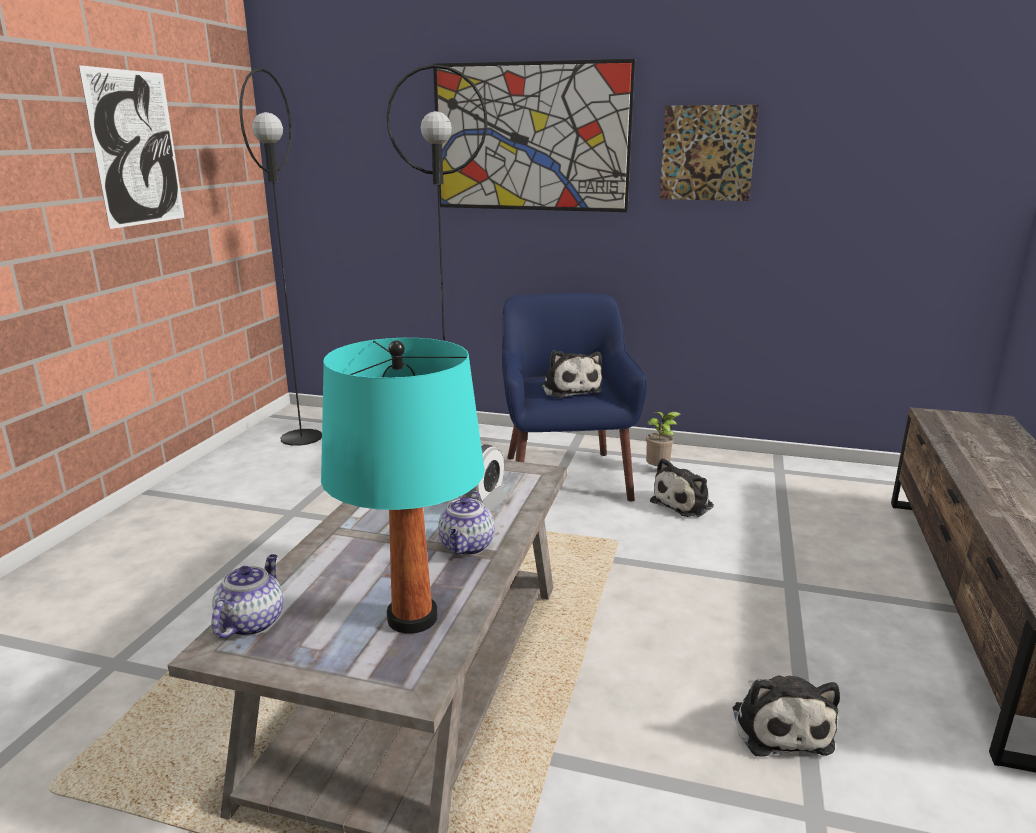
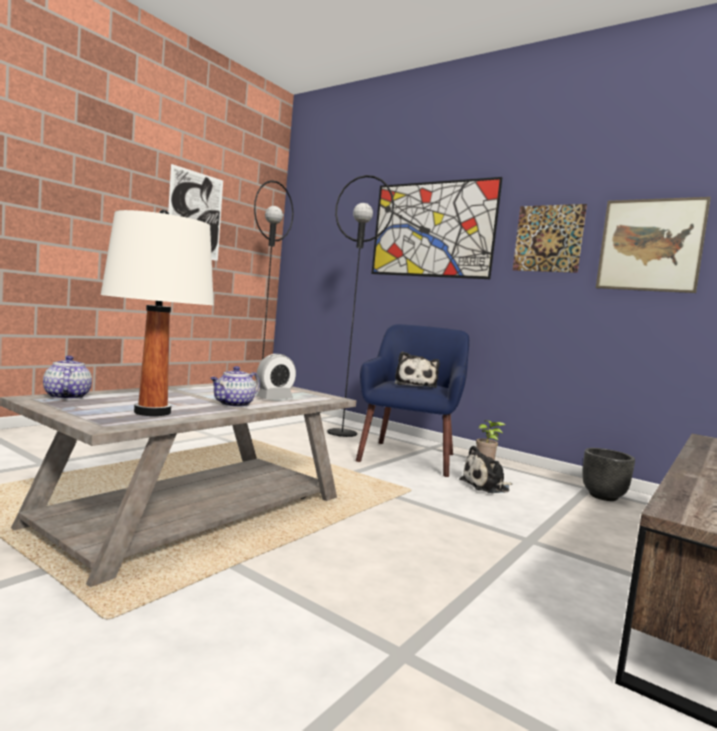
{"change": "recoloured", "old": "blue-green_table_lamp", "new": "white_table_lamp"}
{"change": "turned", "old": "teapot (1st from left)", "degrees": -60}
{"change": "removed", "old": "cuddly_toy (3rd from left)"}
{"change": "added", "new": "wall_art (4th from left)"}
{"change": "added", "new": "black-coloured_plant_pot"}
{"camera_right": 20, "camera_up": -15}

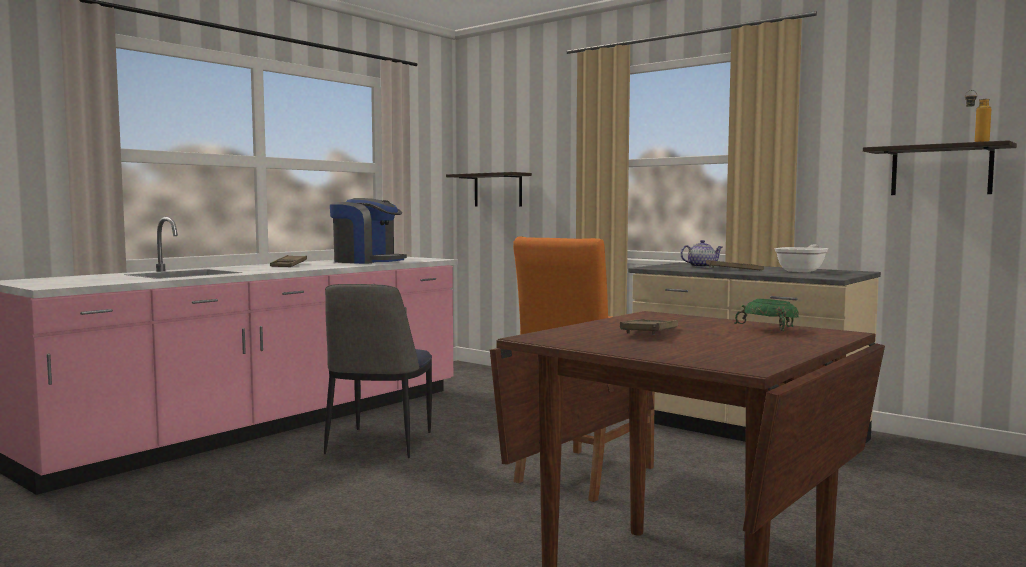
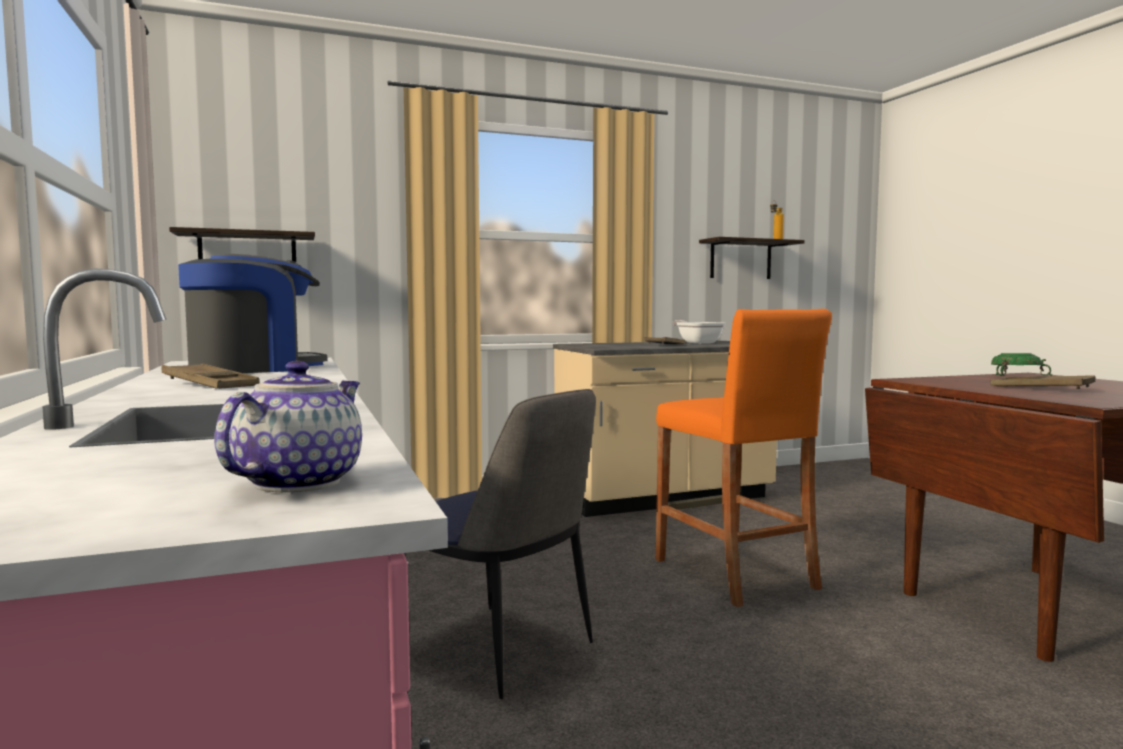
{"change": "moved", "old": "teapot"}
{"camera_right": -60, "camera_up": 0}

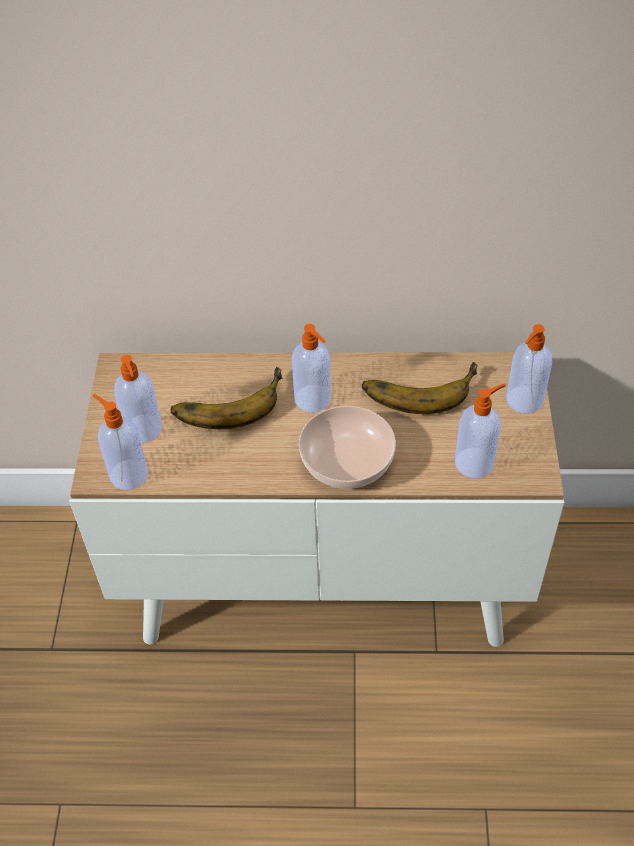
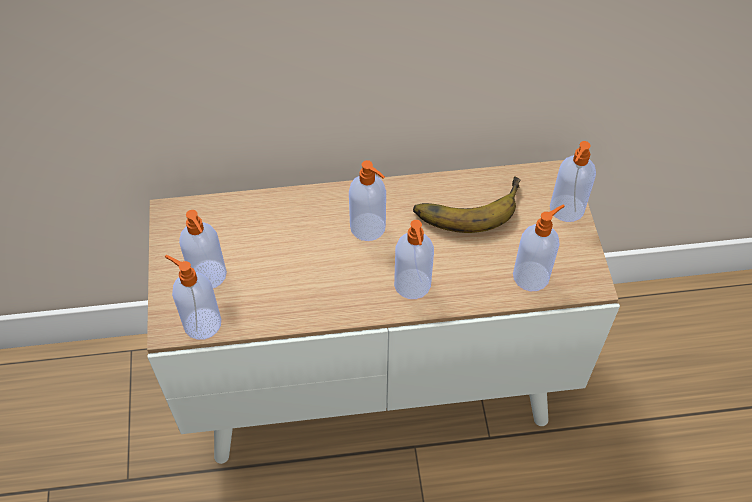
{"change": "removed", "old": "banana_fruit (1st from left)"}
{"change": "replaced", "old": "serving_bowl", "new": "soap_bottle (4th from left)"}
{"camera_right": -10, "camera_up": 5}

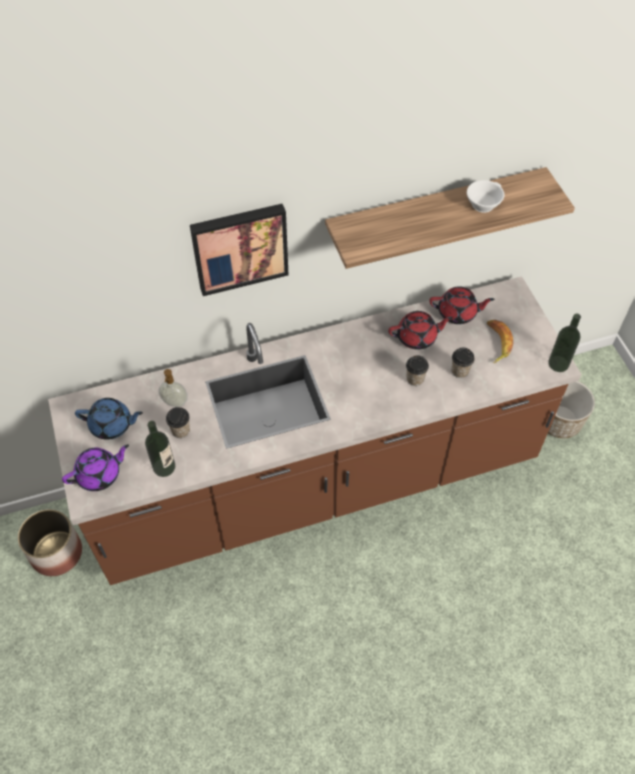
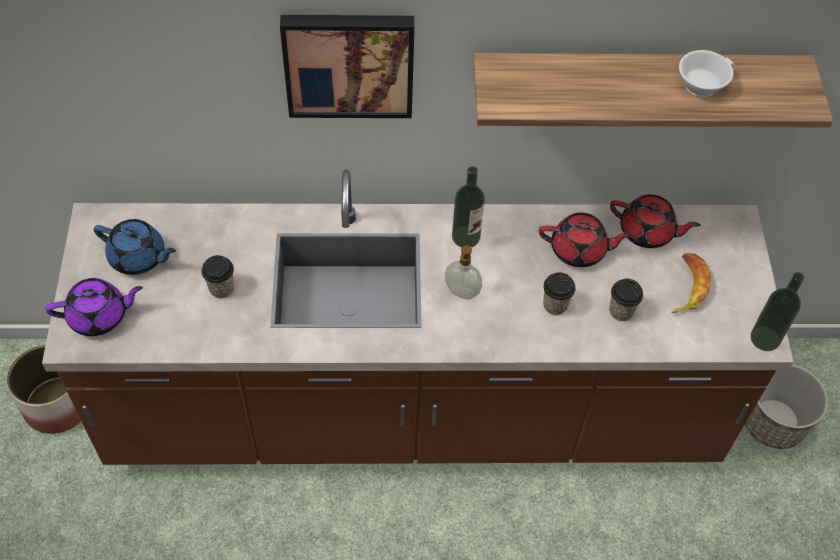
{"change": "moved", "old": "soap_bottle"}
{"change": "moved", "old": "beverage_bottle (1st from left)"}
{"camera_right": 15, "camera_up": 0}

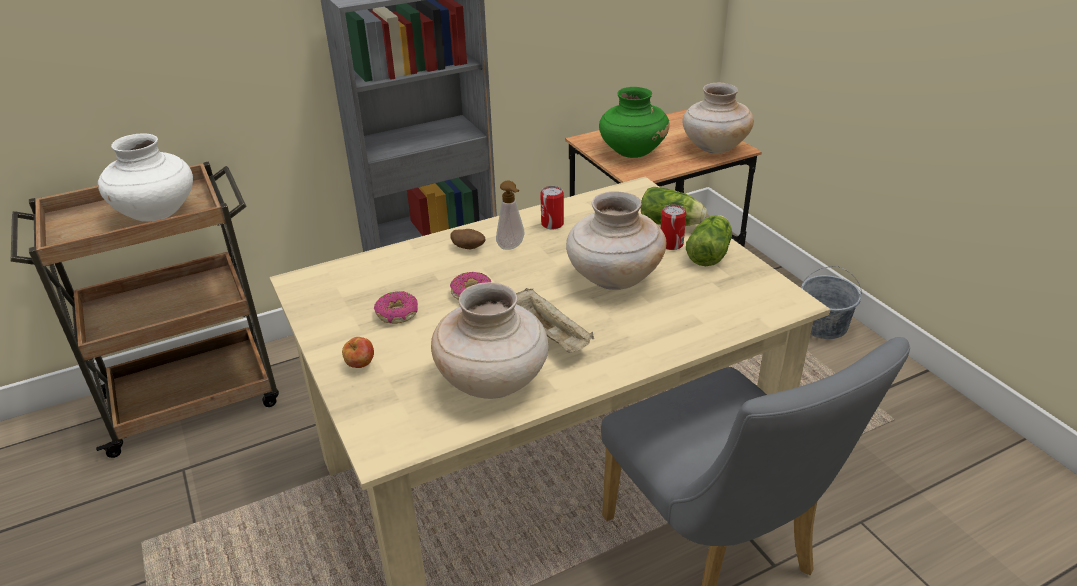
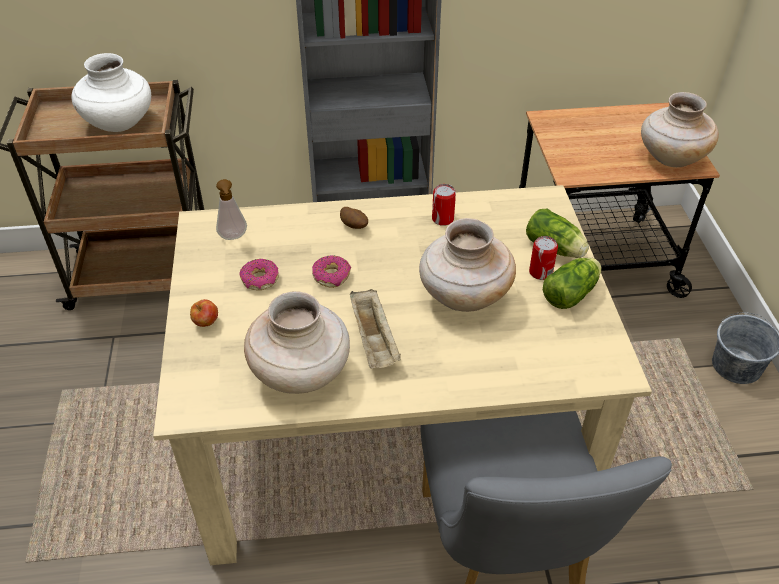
{"change": "removed", "old": "green_vase"}
{"change": "moved", "old": "soap_bottle"}
{"camera_right": 20, "camera_up": 10}

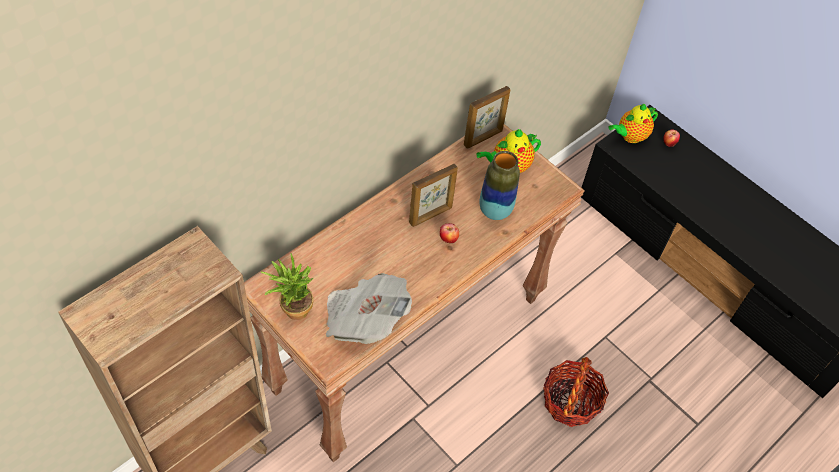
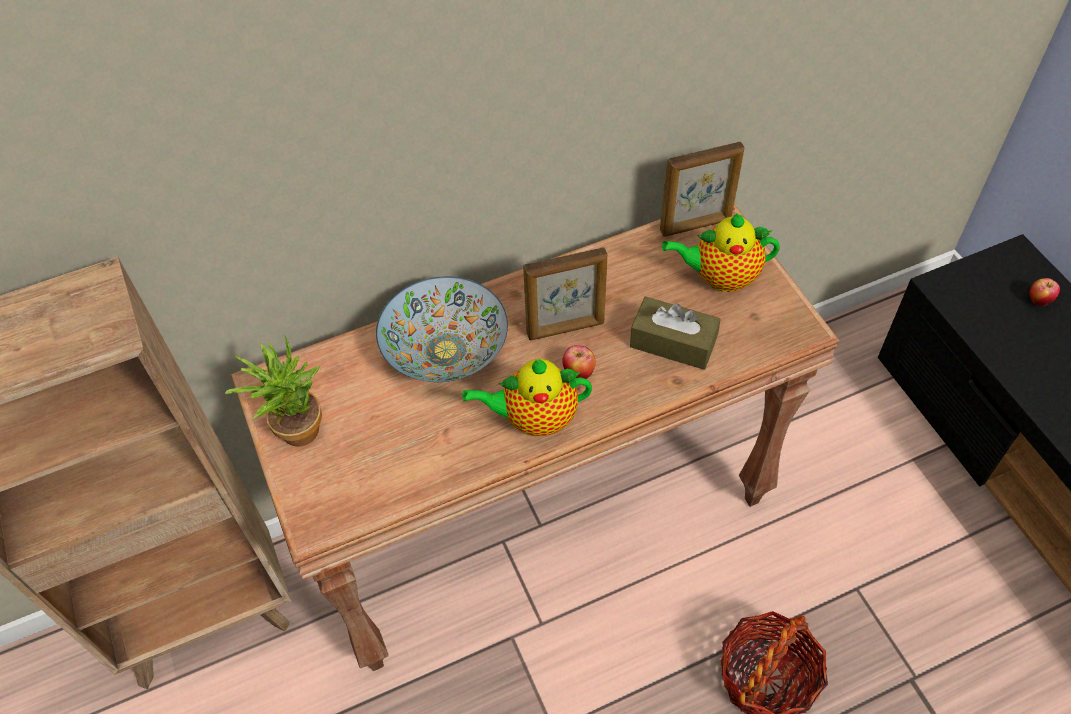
{"change": "moved", "old": "teapot (2nd from left in the first image)", "new": "teapot (1st from left)"}
{"change": "replaced", "old": "vase", "new": "brownish_tissue_box"}
{"change": "removed", "old": "printed_paper"}
{"change": "added", "new": "serving_bowl"}
{"camera_right": 25, "camera_up": 0}

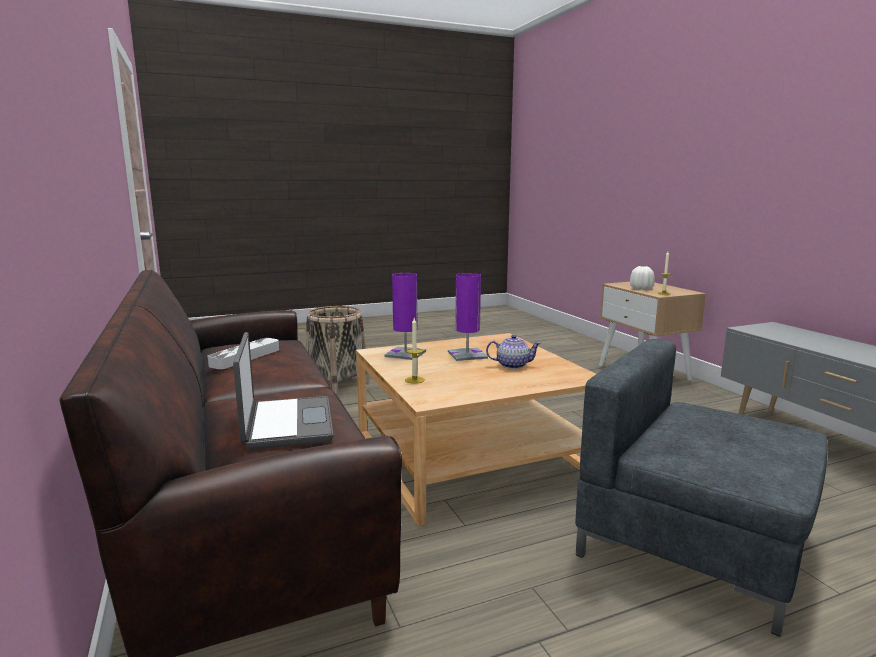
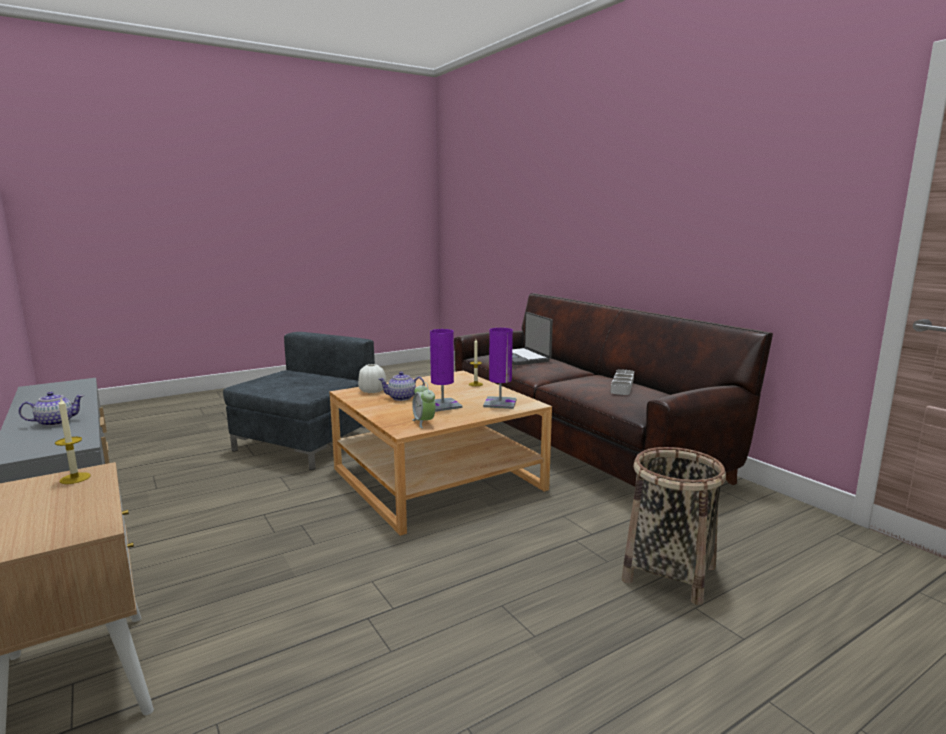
{"change": "moved", "old": "white_vase"}
{"change": "turned", "old": "grey_armchair", "degrees": -90}
{"change": "added", "new": "bedside_clock"}
{"change": "added", "new": "teapot (1st from left)"}
{"camera_right": 170, "camera_up": 0}

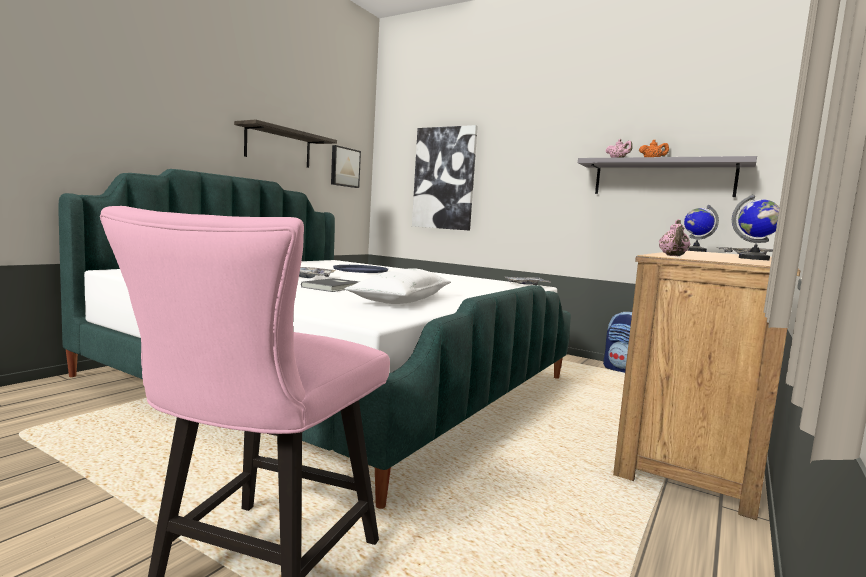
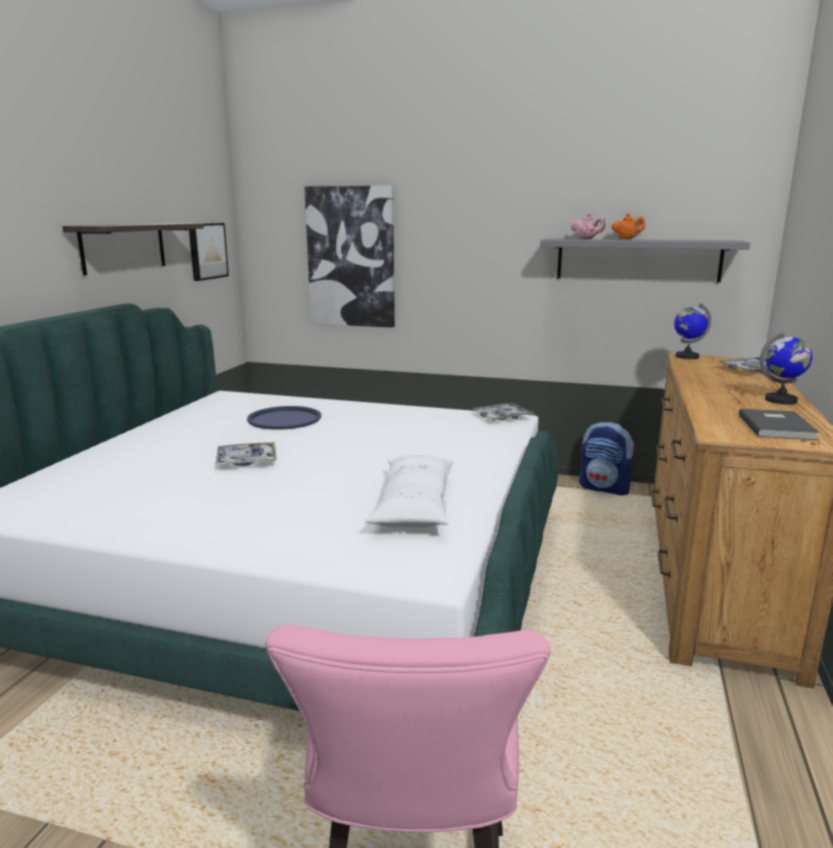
{"change": "removed", "old": "pink-coloured_teapot (2nd from left)"}
{"change": "moved", "old": "grey_bound_book"}
{"camera_right": -15, "camera_up": 10}

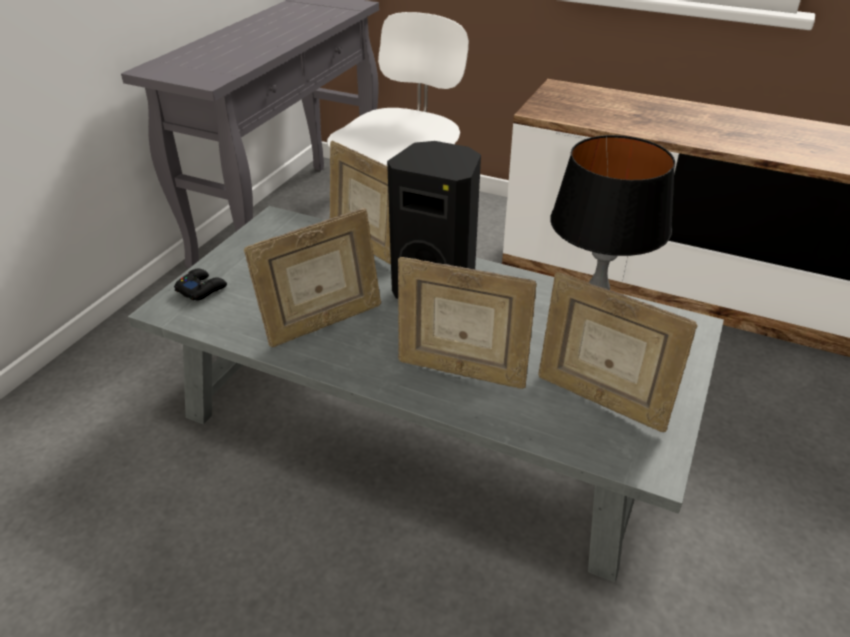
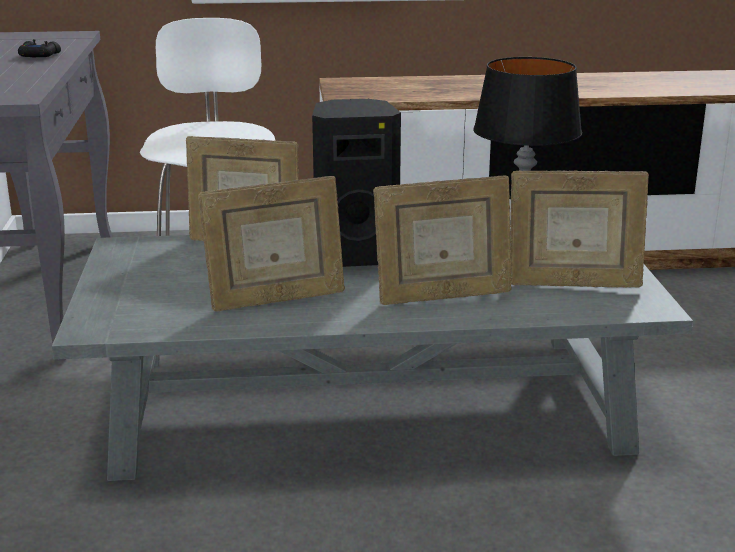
{"change": "turned", "old": "standing_frame (1st from left in the first image)", "degrees": 45}
{"change": "moved", "old": "black-coloured_joypad"}
{"camera_right": -30, "camera_up": -15}

